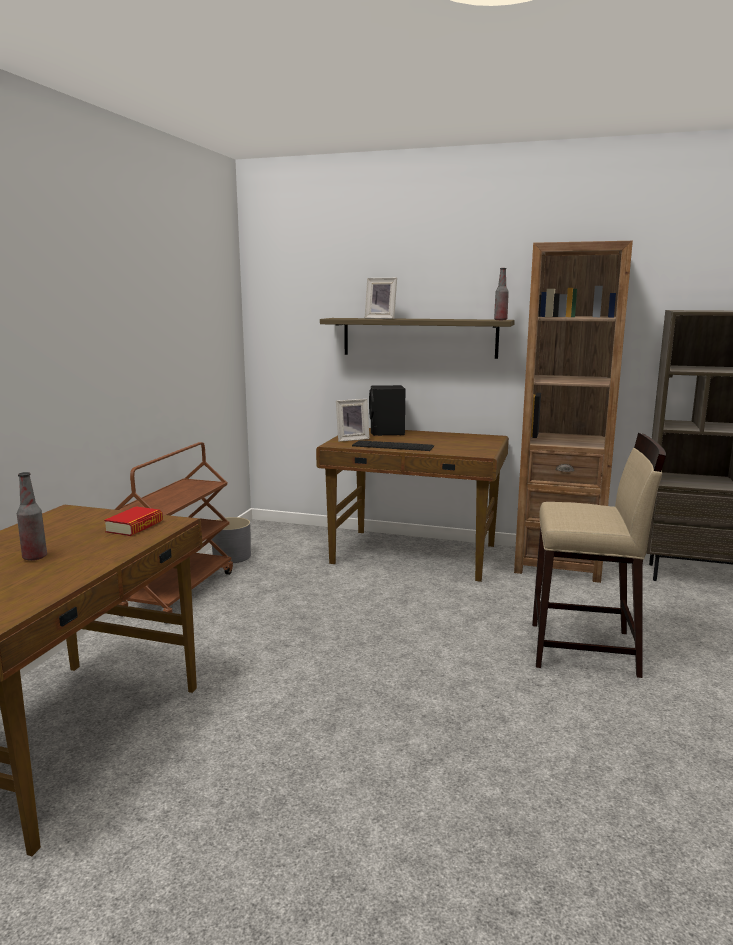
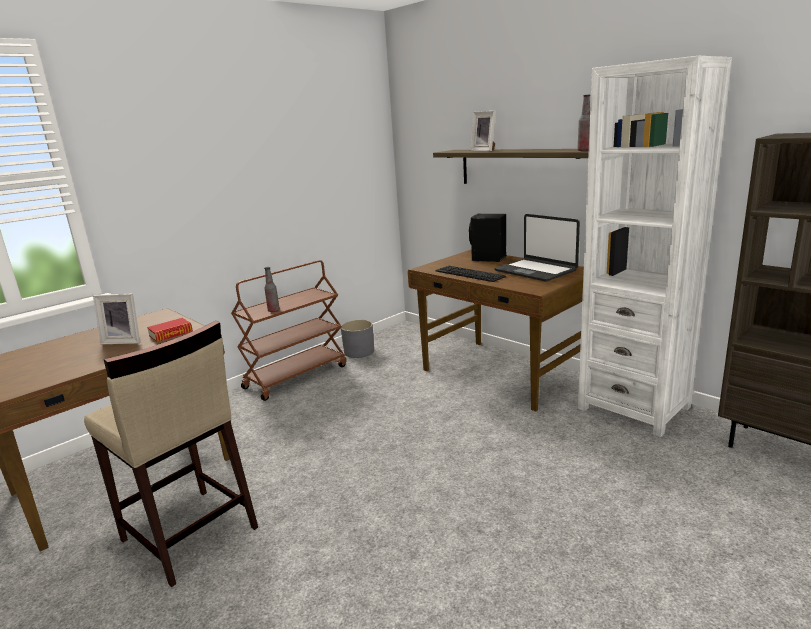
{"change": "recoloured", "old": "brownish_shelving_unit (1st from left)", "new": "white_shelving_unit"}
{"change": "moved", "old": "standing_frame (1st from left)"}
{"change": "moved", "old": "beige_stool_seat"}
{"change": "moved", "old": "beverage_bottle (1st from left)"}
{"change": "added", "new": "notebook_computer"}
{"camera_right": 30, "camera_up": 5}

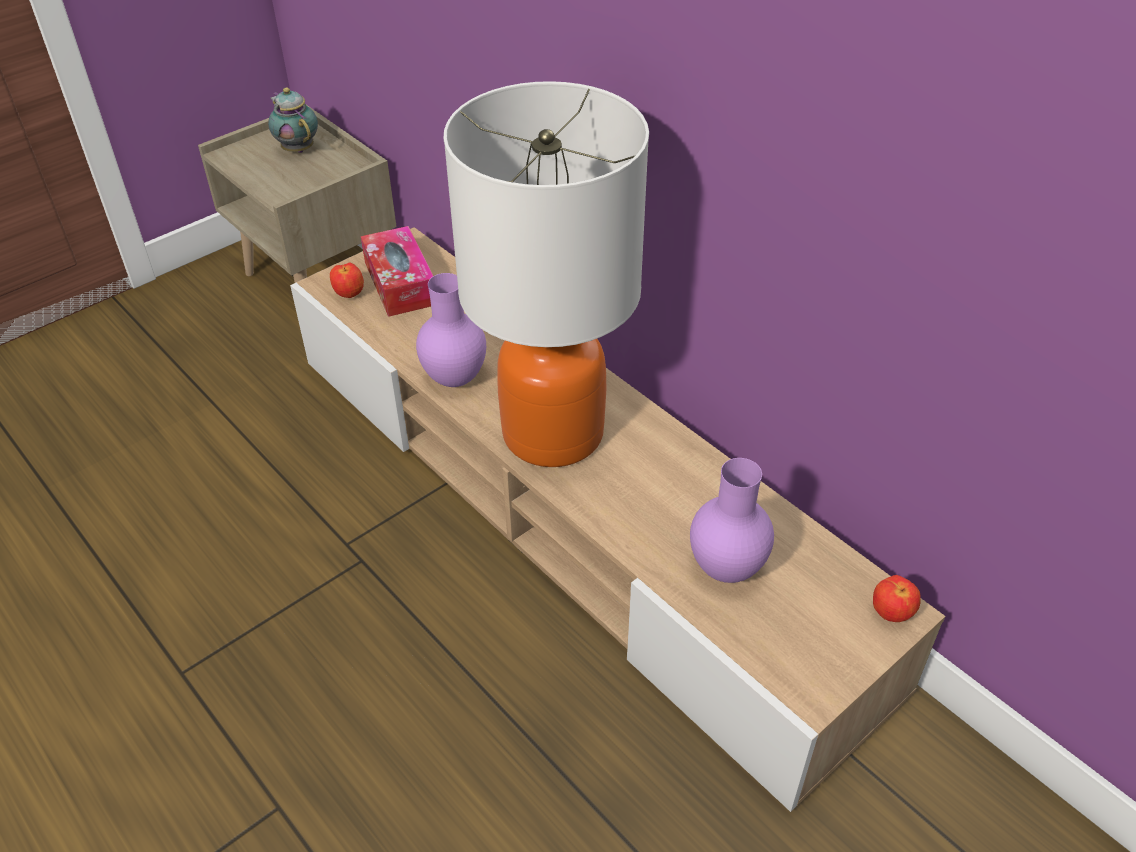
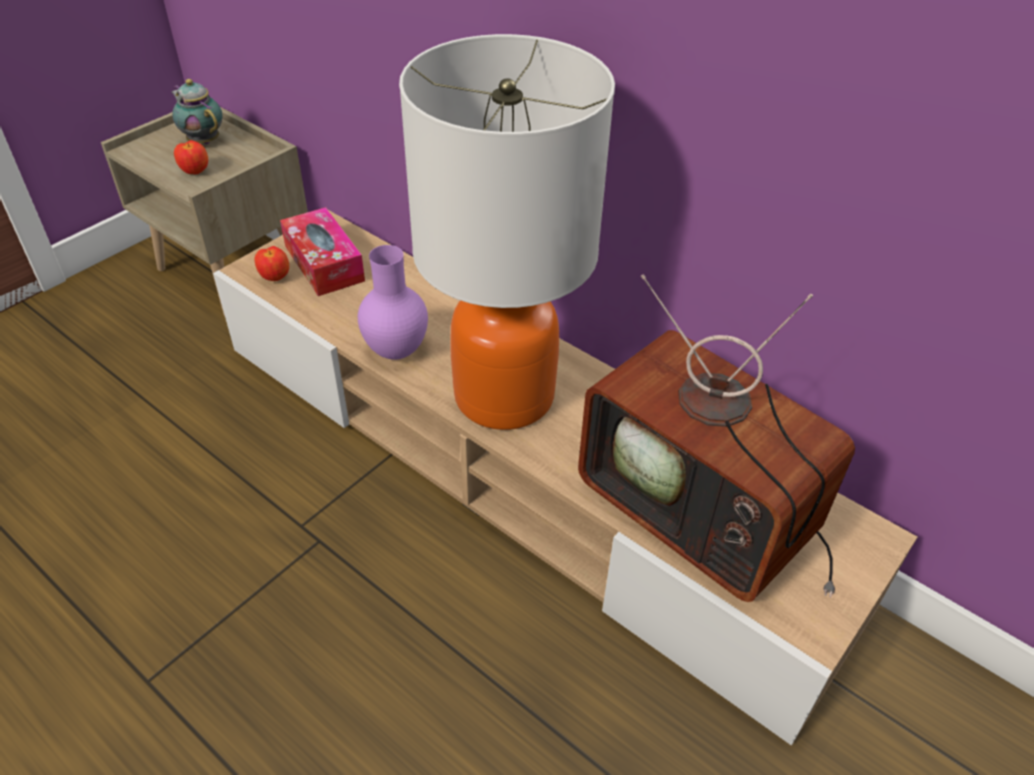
{"change": "replaced", "old": "purplish_vase (2nd from left)", "new": "TV_set"}
{"change": "moved", "old": "whole_apple (2nd from left in the first image)", "new": "whole_apple (1st from left)"}
{"camera_right": -10, "camera_up": 0}

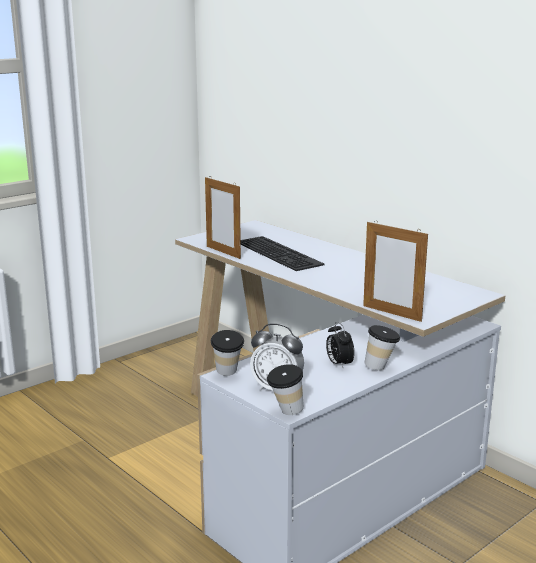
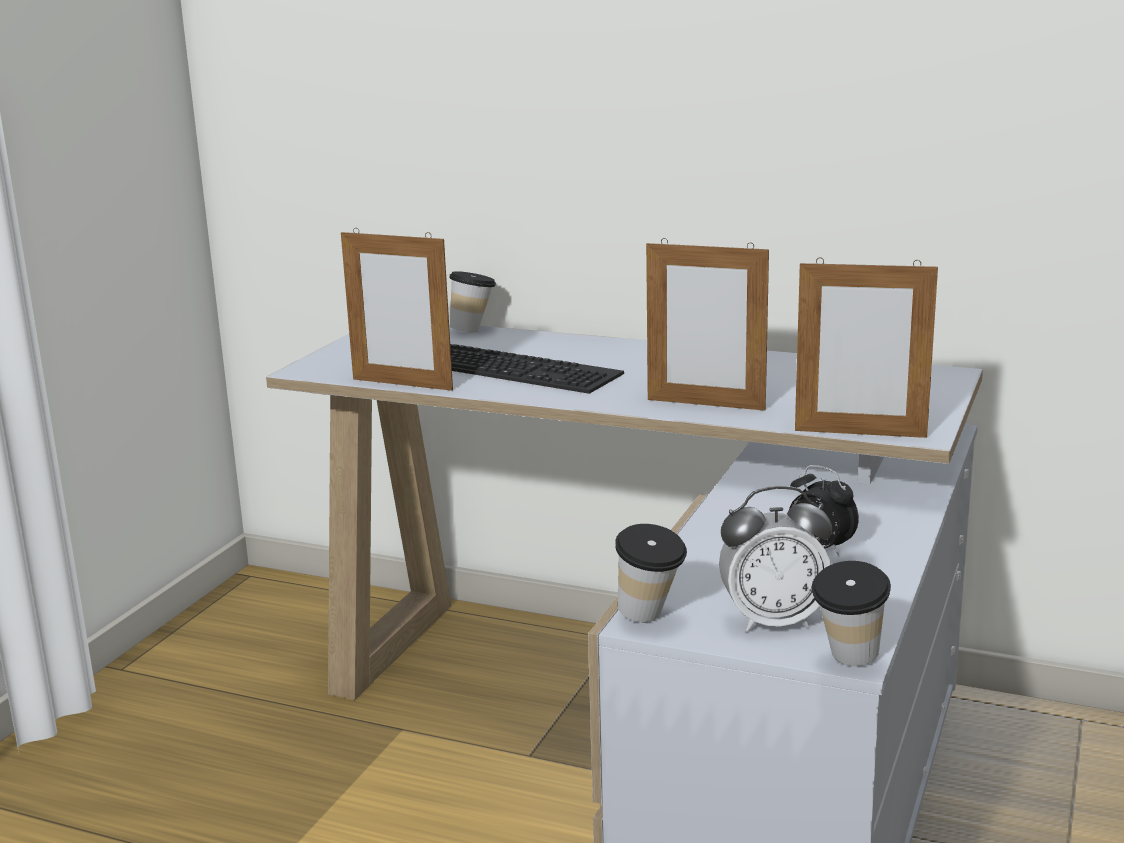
{"change": "moved", "old": "drinking_cup (3rd from left in the first image)", "new": "drinking_cup (1st from left)"}
{"change": "added", "new": "standing_frame (2nd from left)"}
{"camera_right": -25, "camera_up": 0}

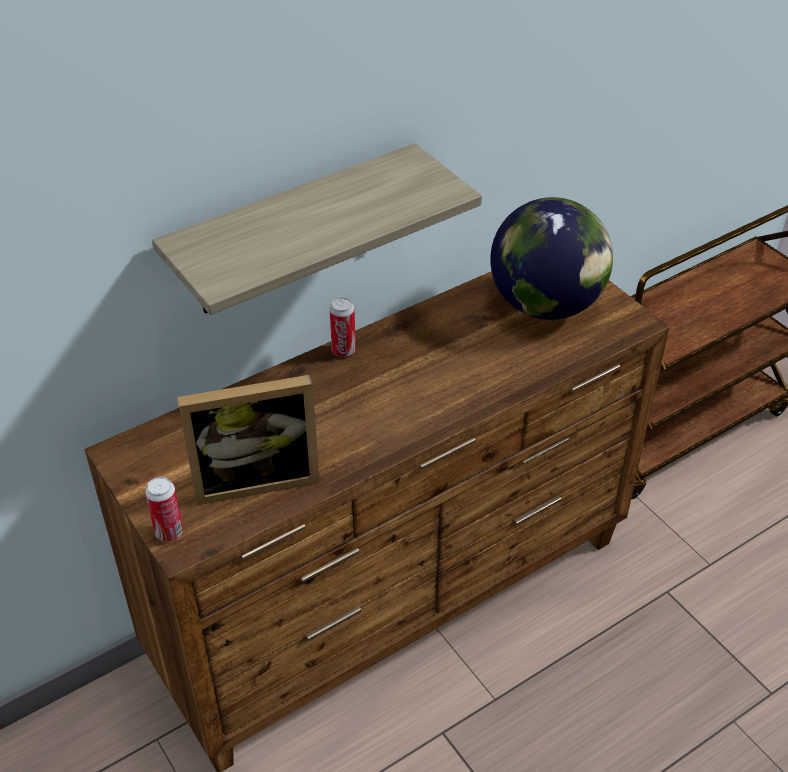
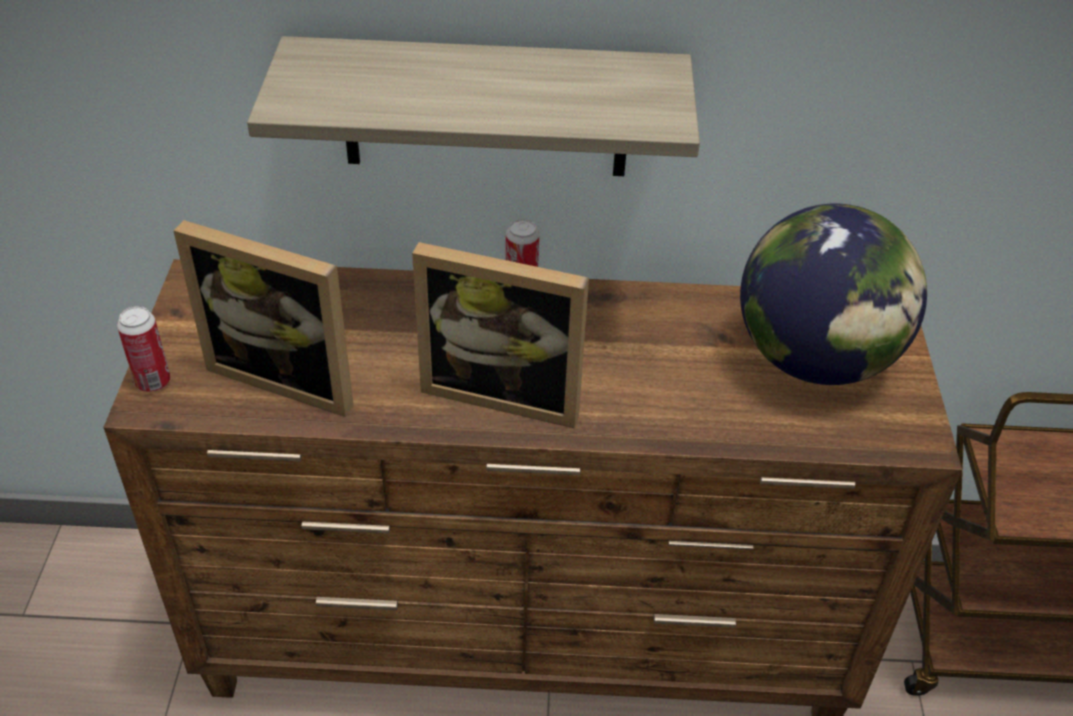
{"change": "added", "new": "standing_frame (2nd from left)"}
{"camera_right": 35, "camera_up": 0}

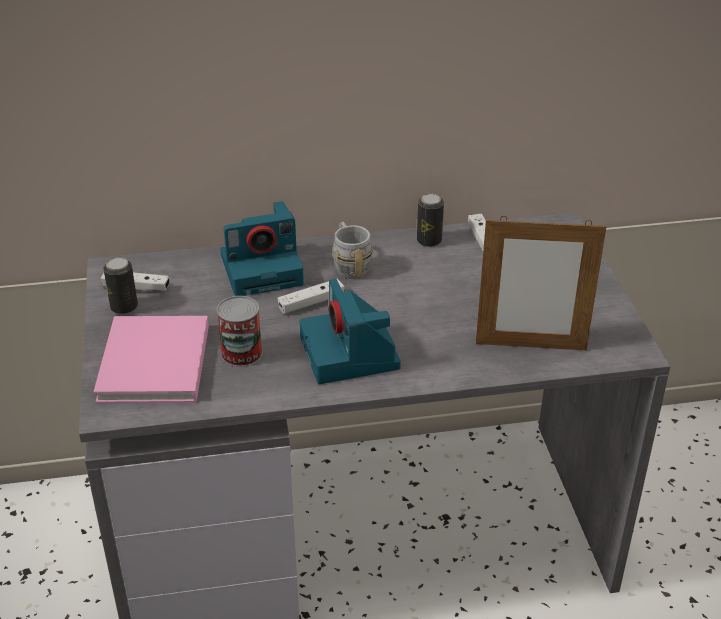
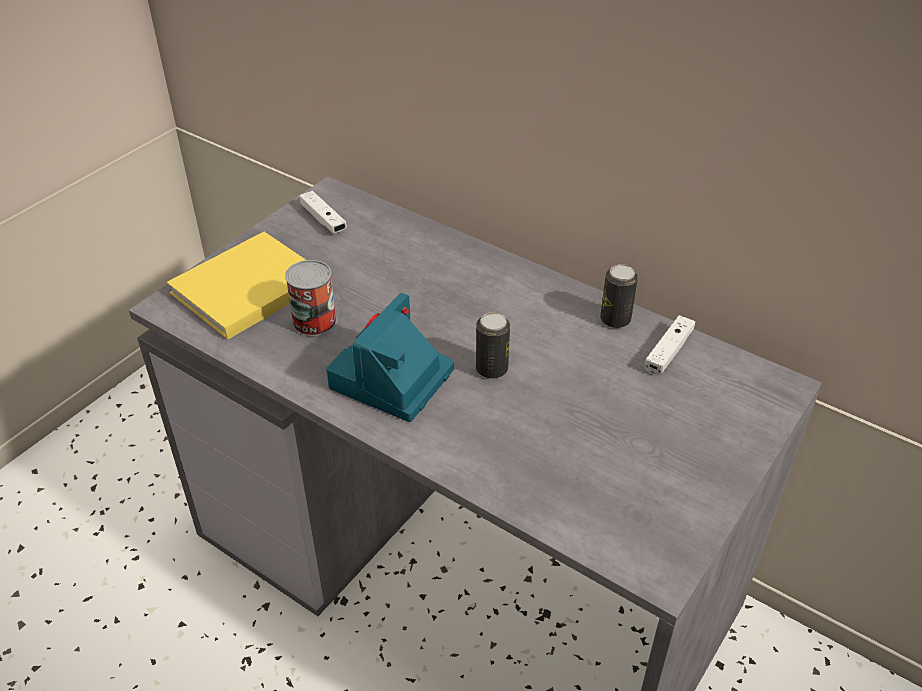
{"change": "removed", "old": "still_camera (1st from left)"}
{"change": "removed", "old": "standing_frame"}
{"change": "removed", "old": "grey_mug"}
{"change": "moved", "old": "metal_can (1st from left in the first image)", "new": "metal_can (2nd from left)"}
{"change": "removed", "old": "white_joypad (2nd from left)"}
{"change": "recoloured", "old": "pink-coloured_bound_book", "new": "yellow_bound_book"}
{"camera_right": 45, "camera_up": 5}

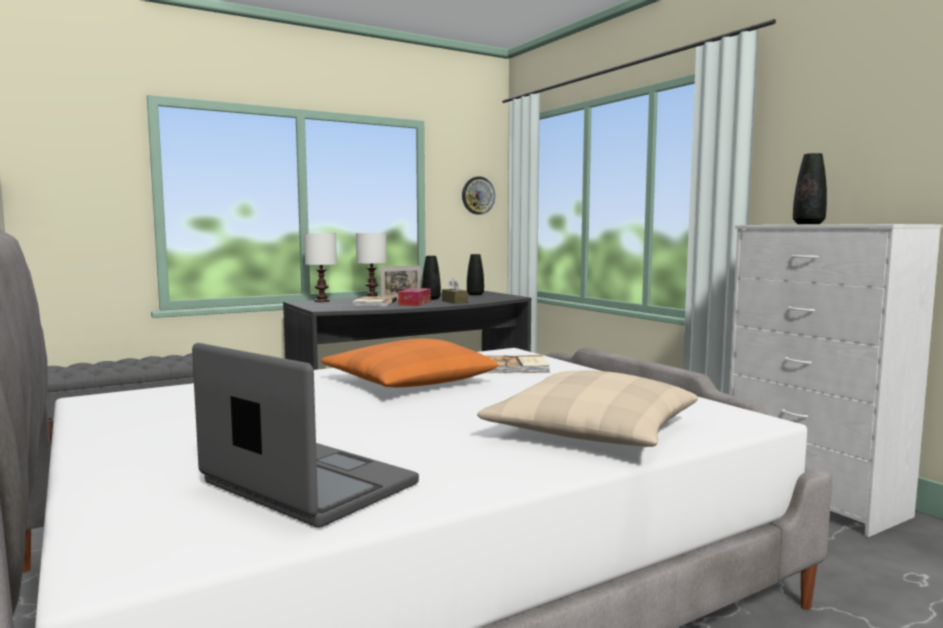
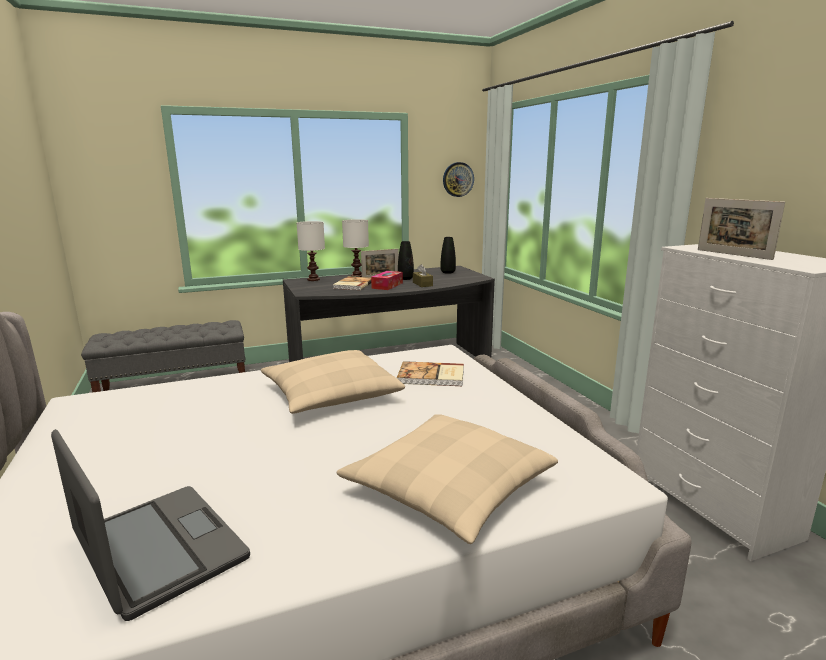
{"change": "replaced", "old": "black-coloured_vase (3rd from left)", "new": "standing_frame (2nd from left)"}
{"change": "recoloured", "old": "orangey_pillow", "new": "beige_pillow (1st from left)"}
{"camera_right": 10, "camera_up": 10}

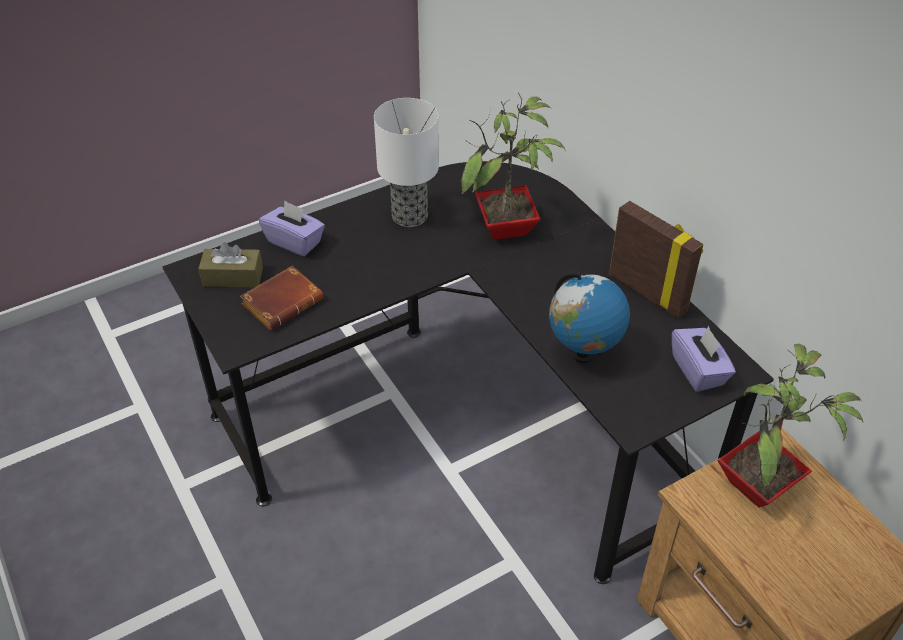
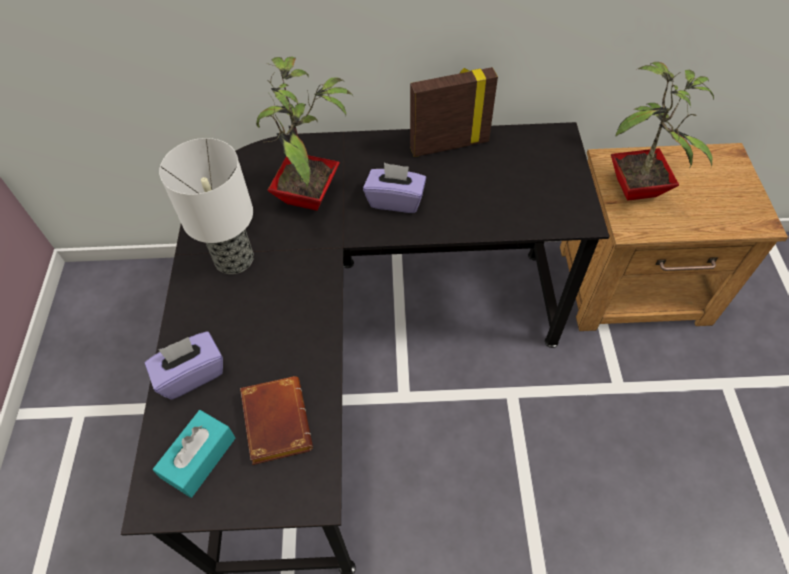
{"change": "recoloured", "old": "brownish_tissue_box", "new": "blue-green_tissue_box"}
{"change": "removed", "old": "world_globe"}
{"change": "moved", "old": "purplish_tissue_box (2nd from left)"}
{"camera_right": -60, "camera_up": 10}

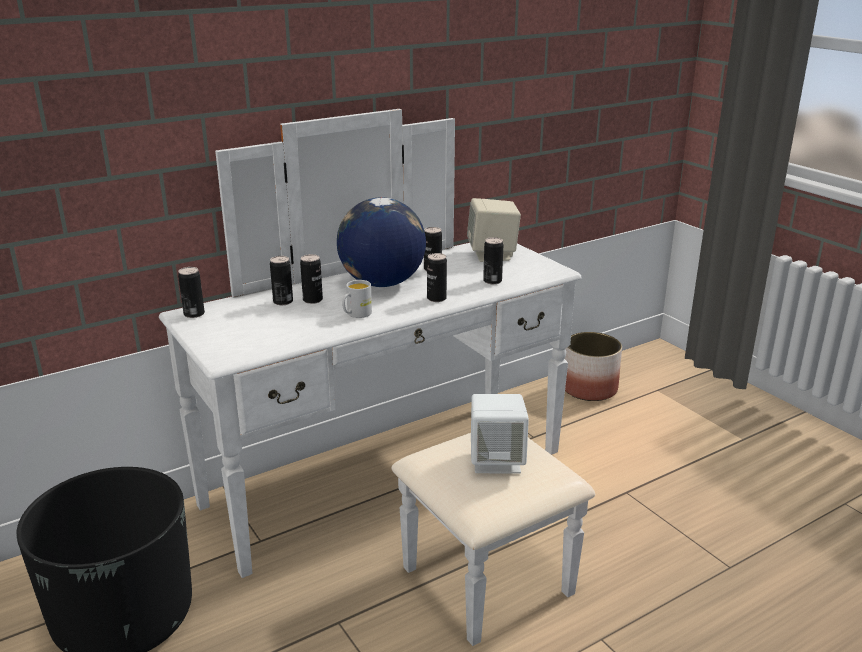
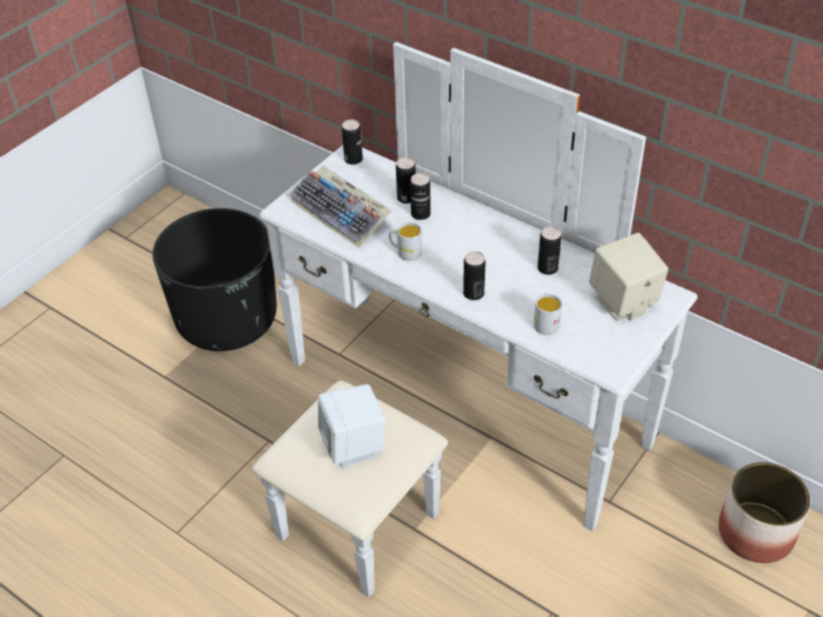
{"change": "removed", "old": "world_globe"}
{"change": "replaced", "old": "metal_can (6th from left)", "new": "white_mug (2nd from left)"}
{"change": "added", "new": "PC_keyboard"}
{"camera_right": 70, "camera_up": 20}

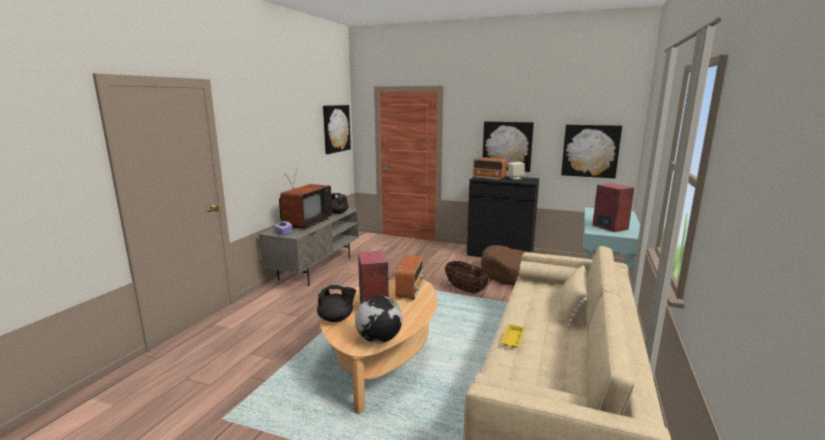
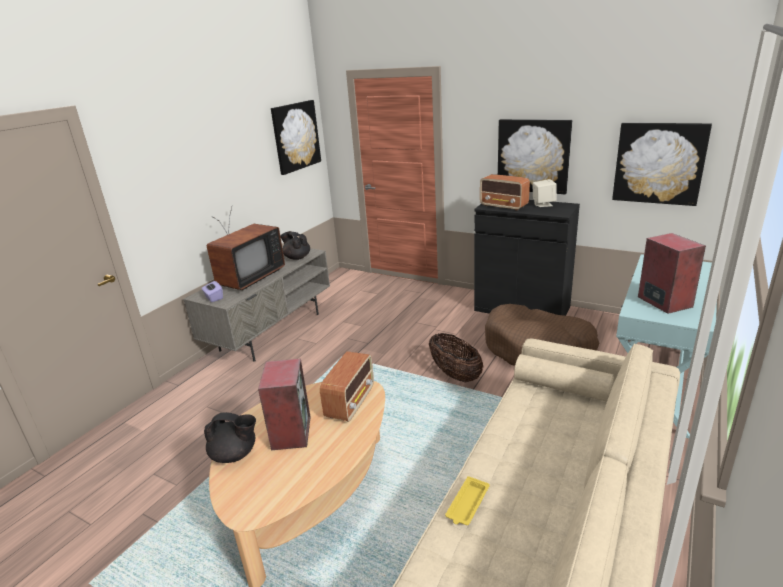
{"change": "removed", "old": "beige_pillow"}
{"change": "removed", "old": "world_globe"}
{"camera_right": 10, "camera_up": 10}

